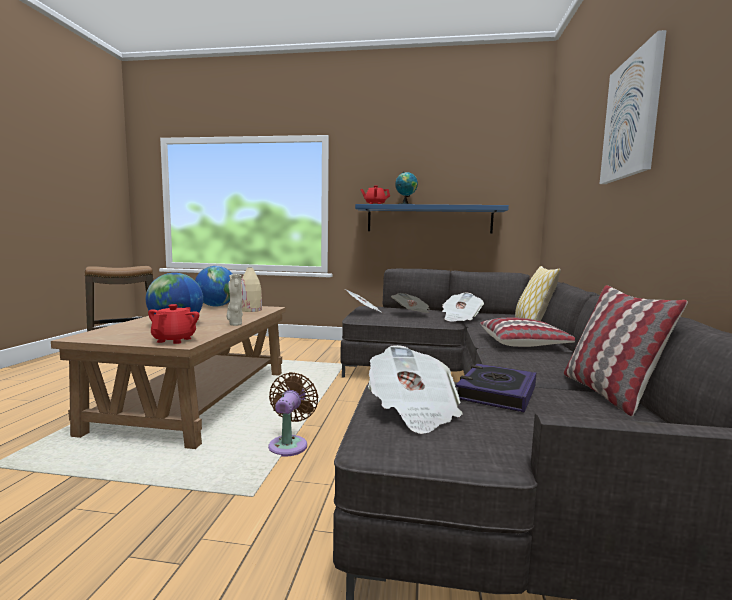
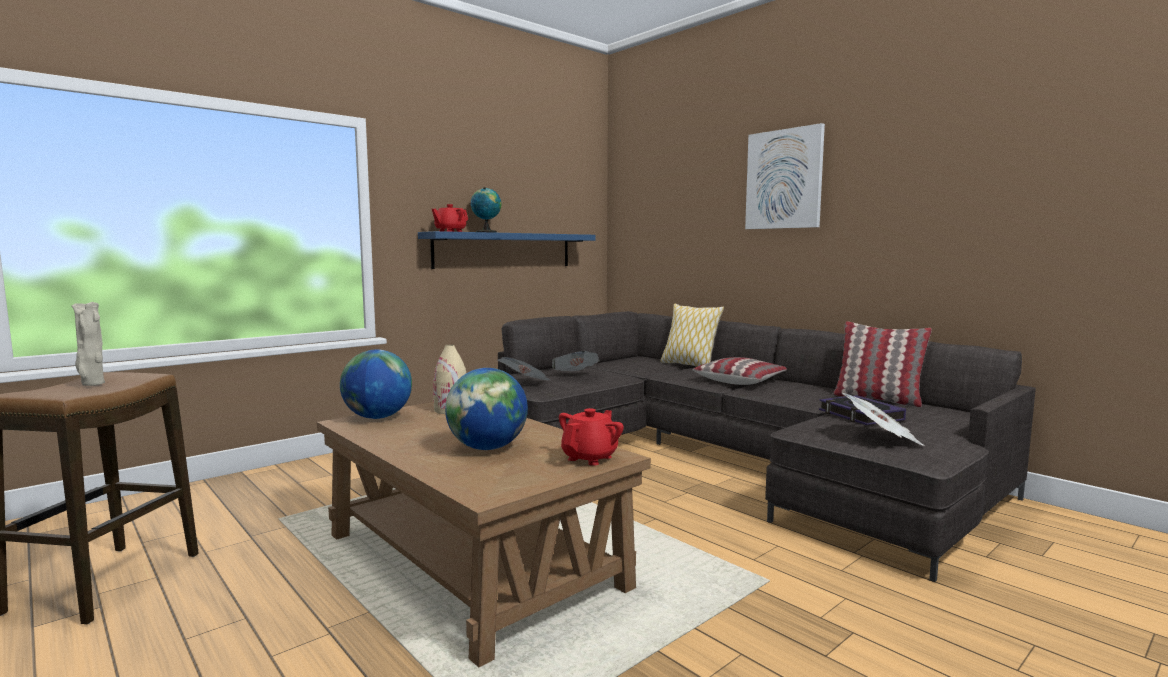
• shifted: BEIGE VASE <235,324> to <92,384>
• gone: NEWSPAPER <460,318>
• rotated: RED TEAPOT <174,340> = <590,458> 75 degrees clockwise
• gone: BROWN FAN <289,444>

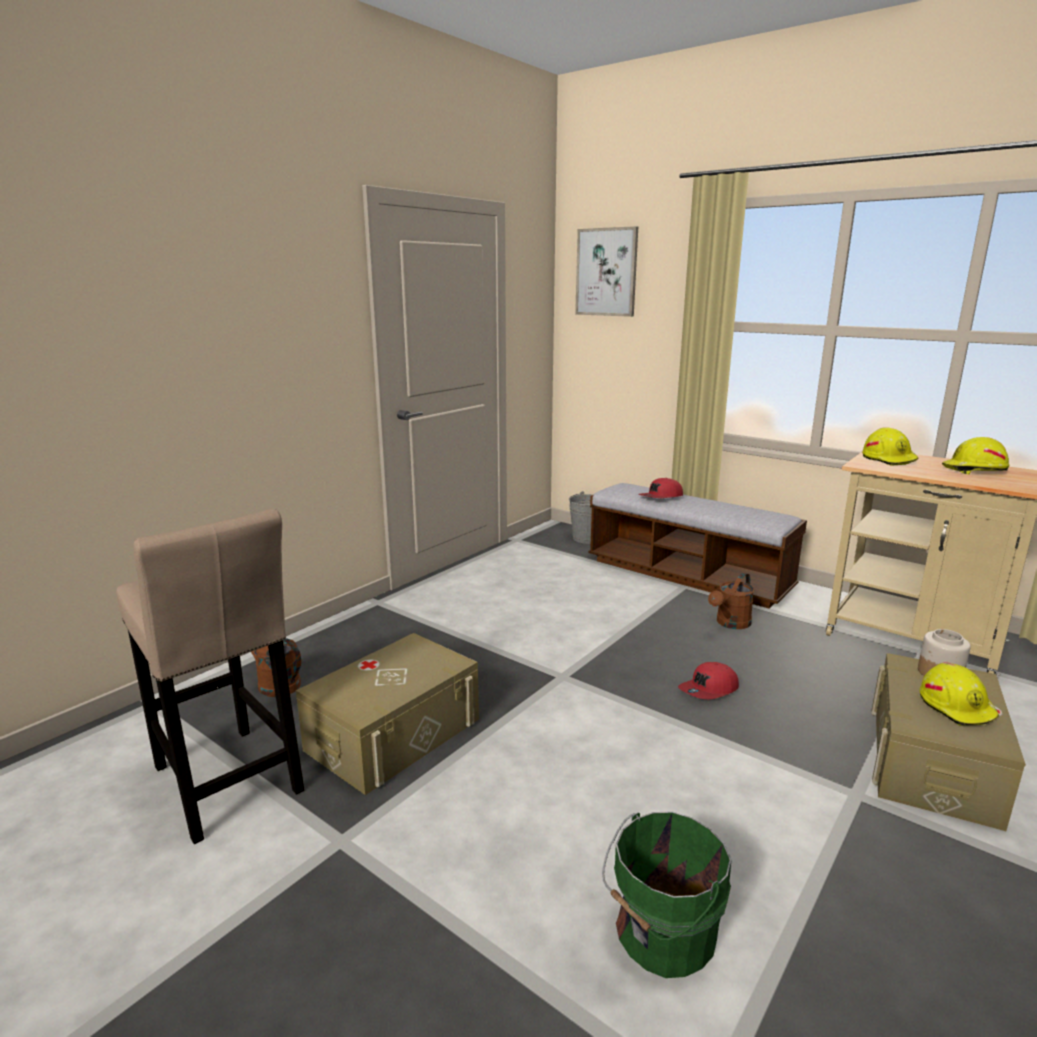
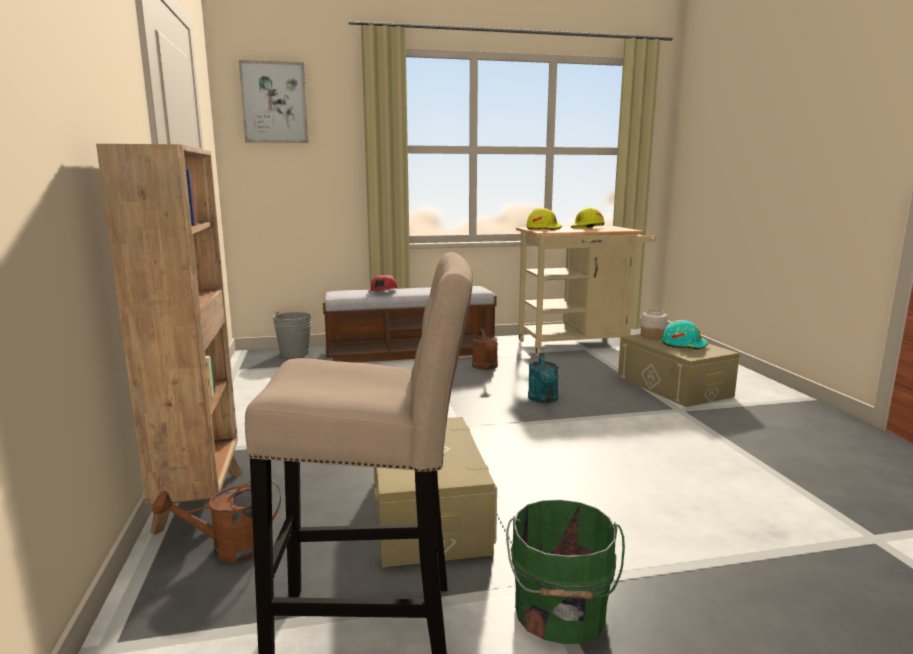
• swapped: RED CAP <709,690> to TURQUOISE WATERING CAN <543,399>
• repainted: YELLOW HARD HAT <956,706> to TURQUOISE HARD HAT <684,344>
• shifted: GREEN BUCKET <661,934> to <559,614>
• new: BROWN BOOKCASE <201,499>

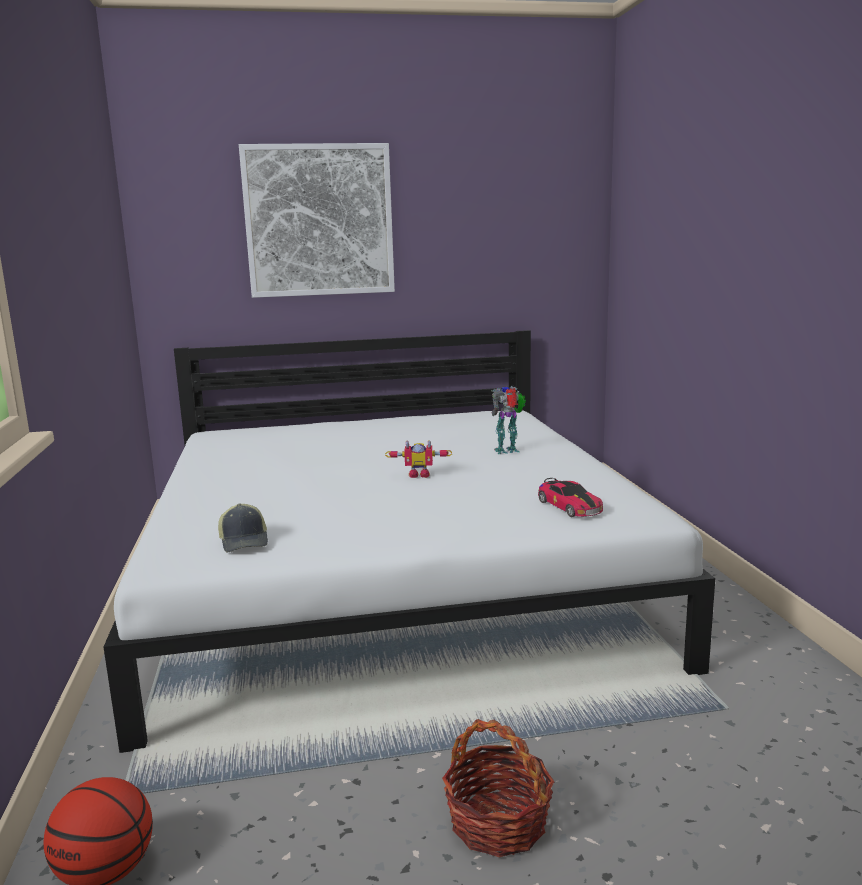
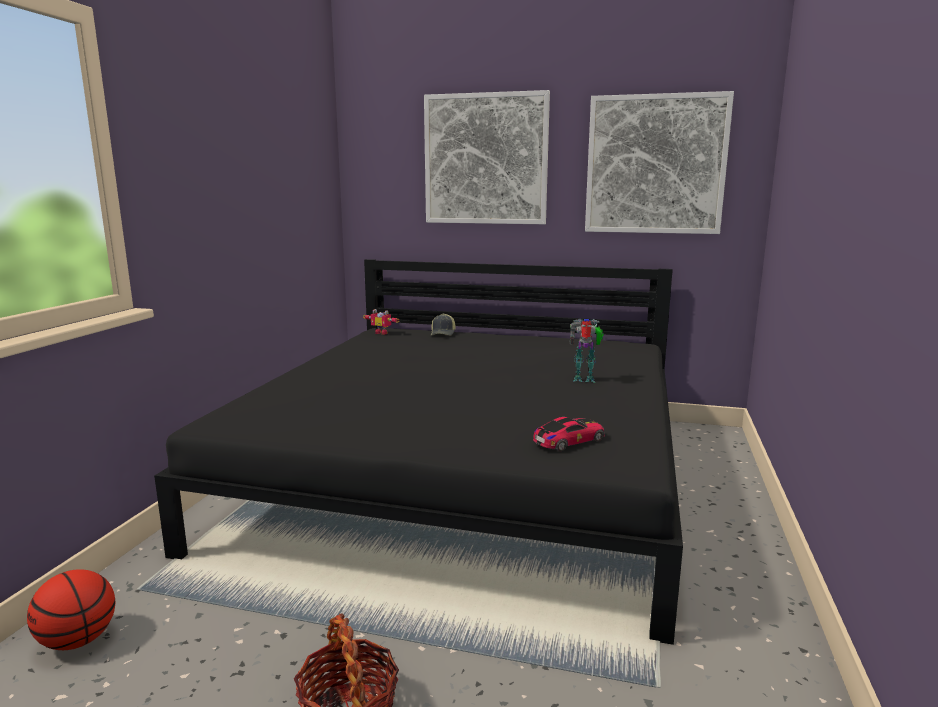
• repainted: WHITE BED <391,578> to BLACK BED <468,475>
• shifted: TOY ROBOT <419,474> to <382,332>
• rotated: TOY CAR <569,506> = <569,440> 120 degrees counterclockwise
• shifted: CAP <245,541> to <443,333>
• new: PICTURE <655,165>

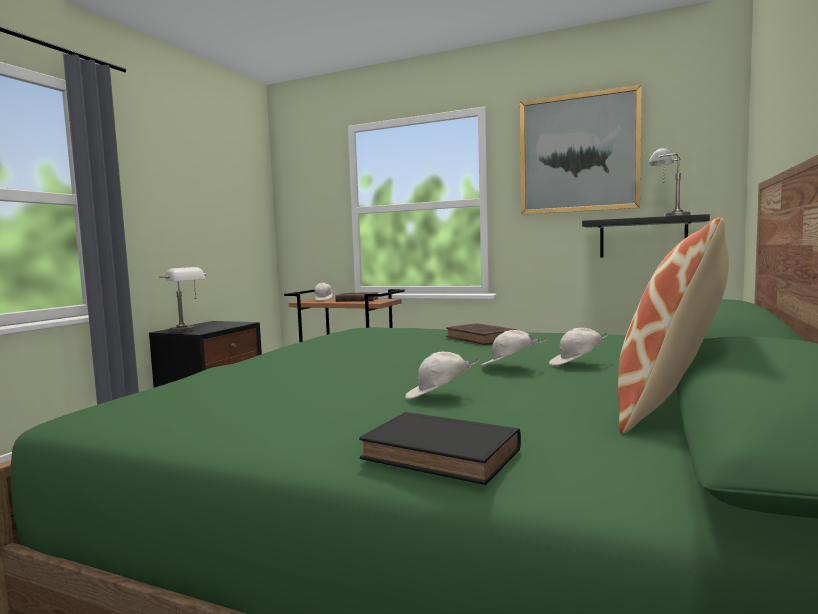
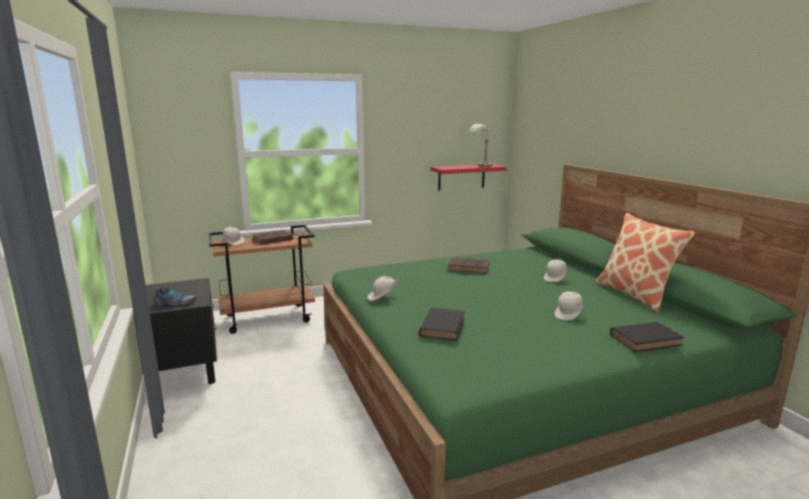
• gone: PICTURE <578,153>
• repainted: BLACK SHELF <642,237> to RED SHELF <461,177>
• swapped: GREY TABLE LAMP <187,331> to SHOE <175,304>
• shifted: WHITE CAP <509,366> to <382,297>
• new: BLACK BOOK <443,326>

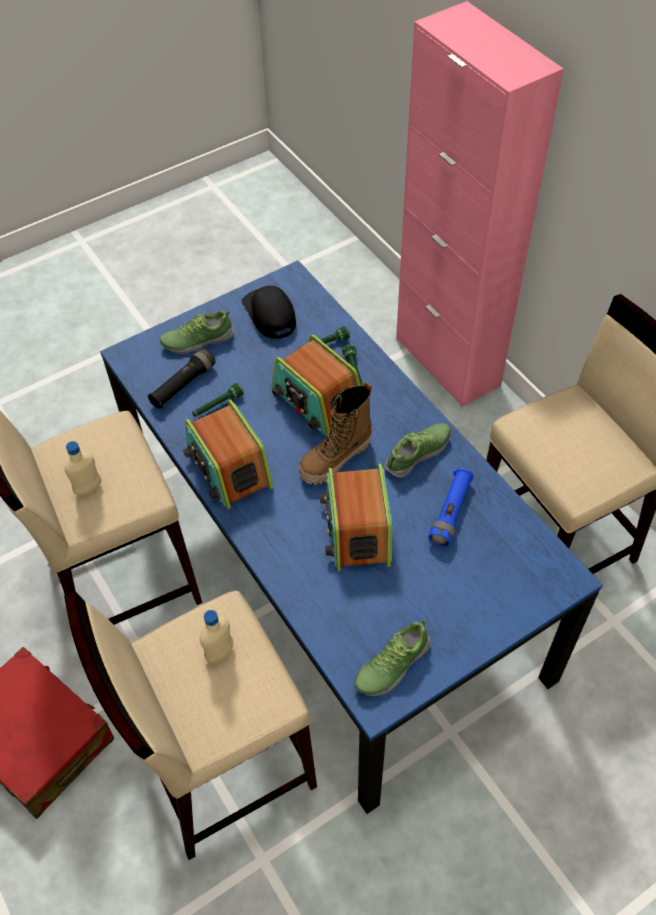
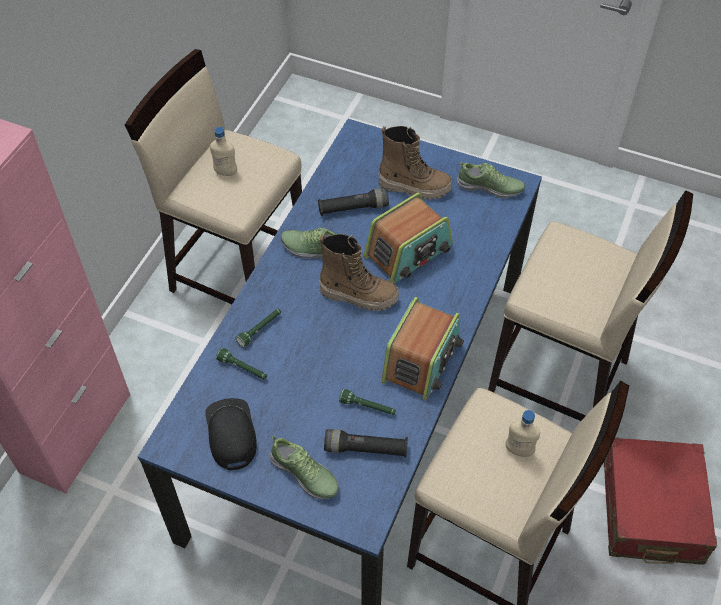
• rotated: BLACK CAP <270,314> = <231,434> 135 degrees clockwise
• gone: RADIO <316,400>
• repainted: BLUE FLASHLIGHT <451,513> to BLACK FLASHLIGHT <353,208>
• shifted: BEIGE BOTTLE <220,653> to <226,172>
• new: BOOT <414,186>

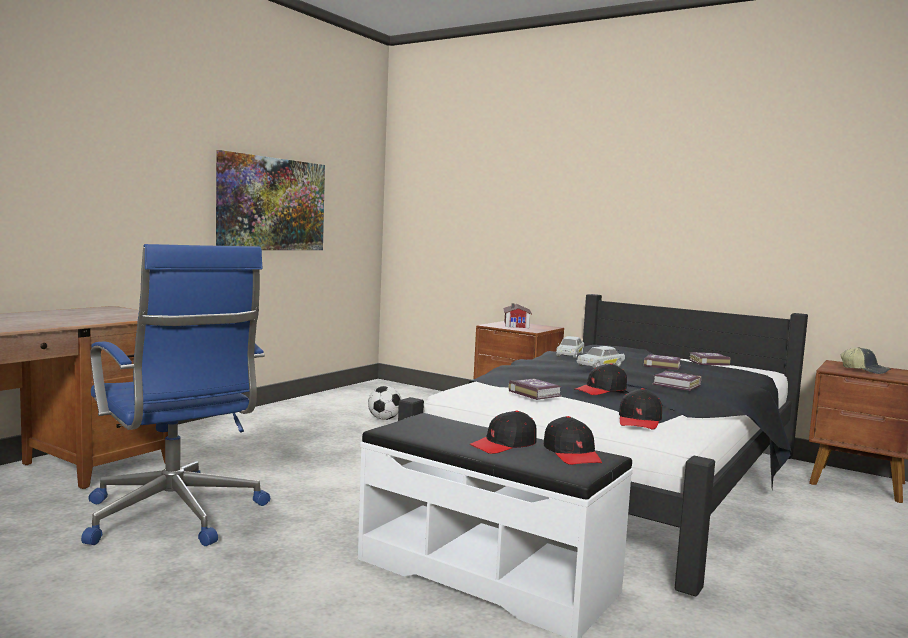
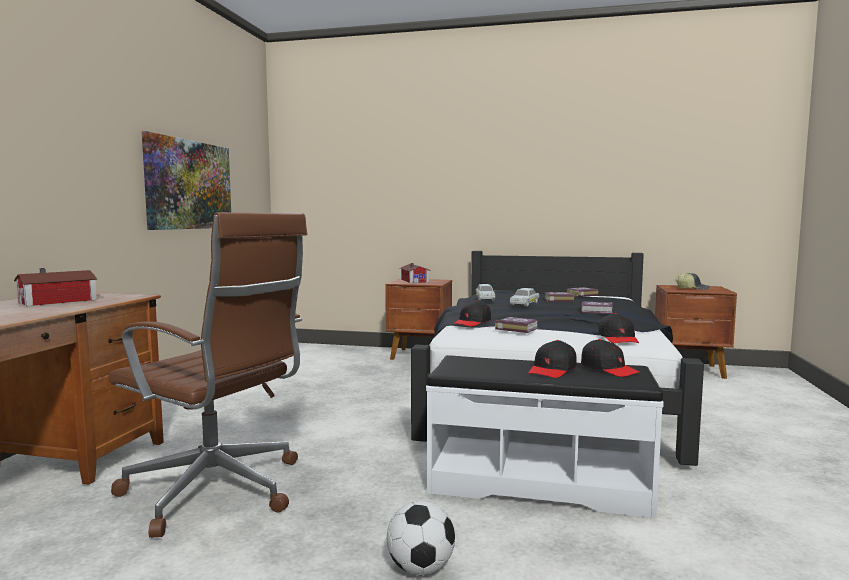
• repainted: BLUE OFFICE CHAIR <175,516> to BROWN OFFICE CHAIR <218,491>
• shifted: BLACK CAP <601,390> to <472,322>
• shifted: FOOTBALL <384,419> to <420,568>
• new: TOY HOUSE <60,301>

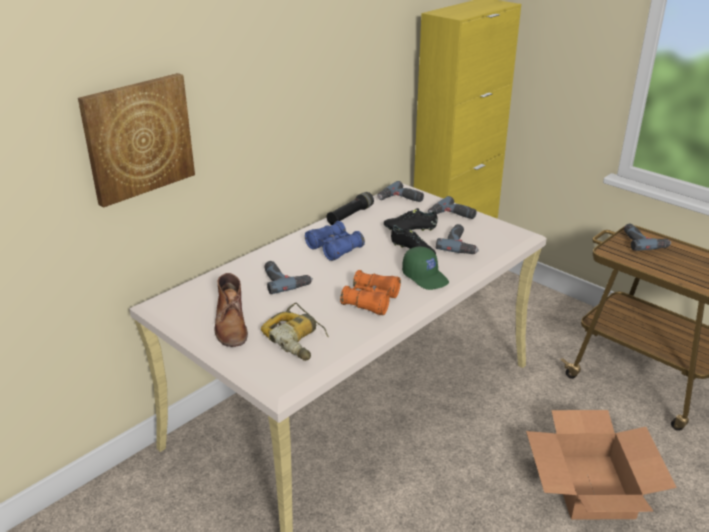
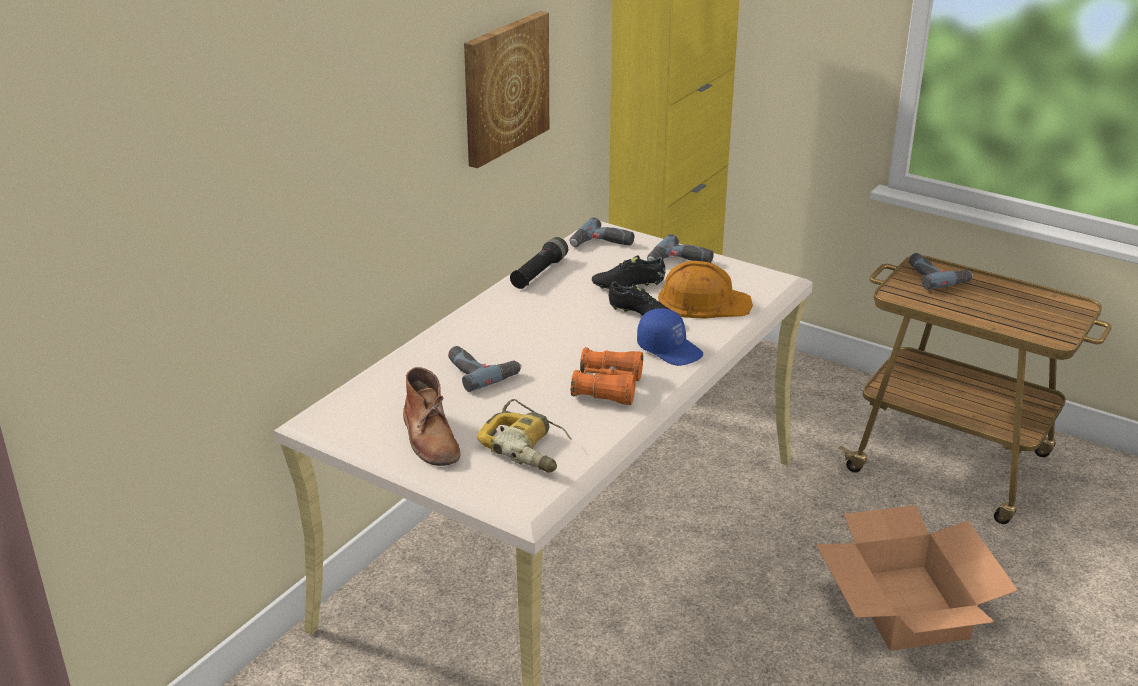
• shifted: PICTURE <138,138> to <504,87>
• gone: BLUE BINOCULARS <334,248>
• swapped: POWER DRILL <460,244> to ORANGE HARD HAT <703,301>
• repainted: GREEN CAP <425,277> to BLUE CAP <670,349>

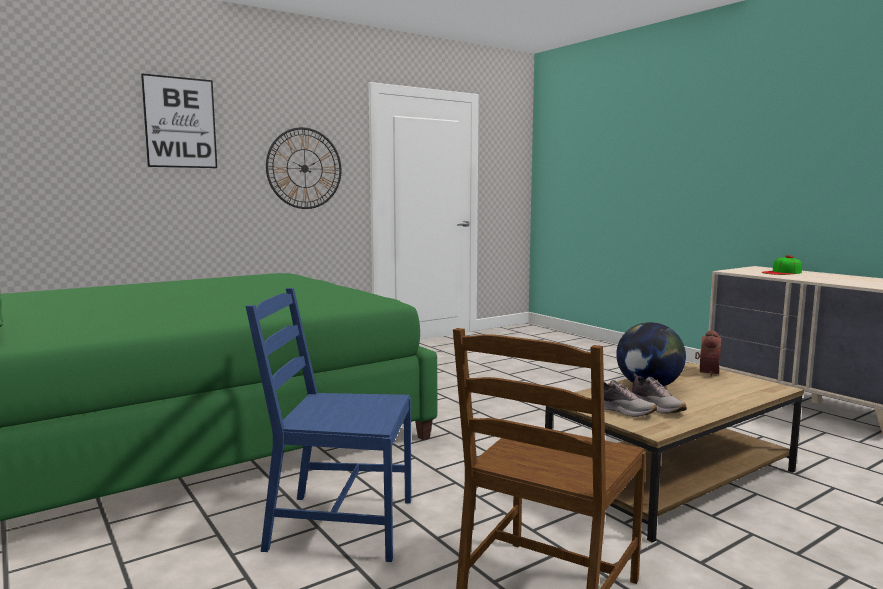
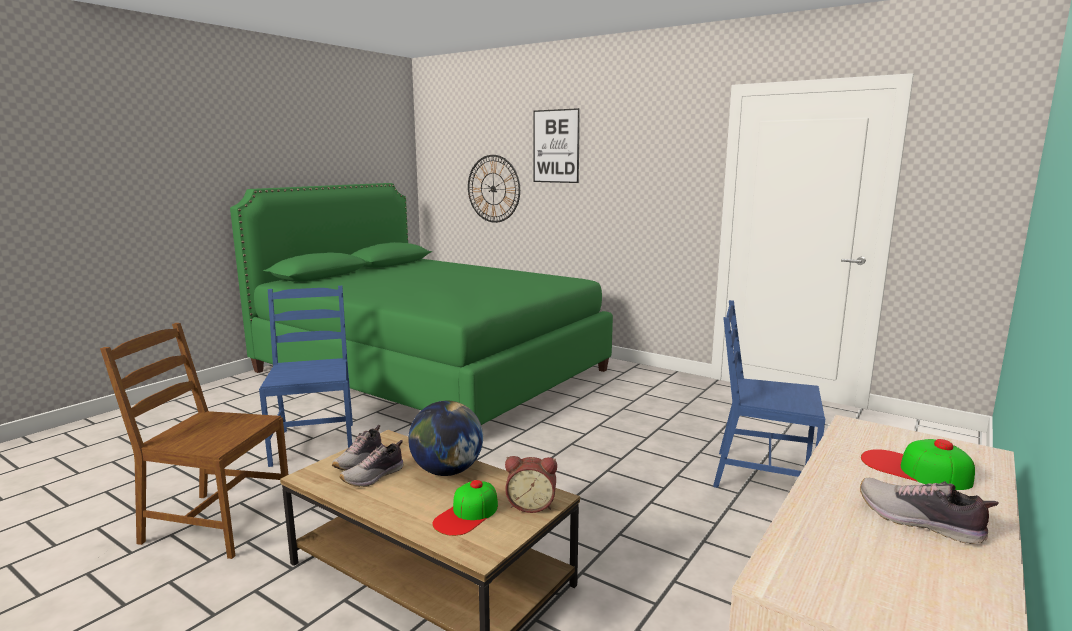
• shifted: WALL CLOCK <304,168> to <493,189>
• new: BLUE CHAIR <762,476>
• new: SHOE <919,521>
• new: CAP <467,514>

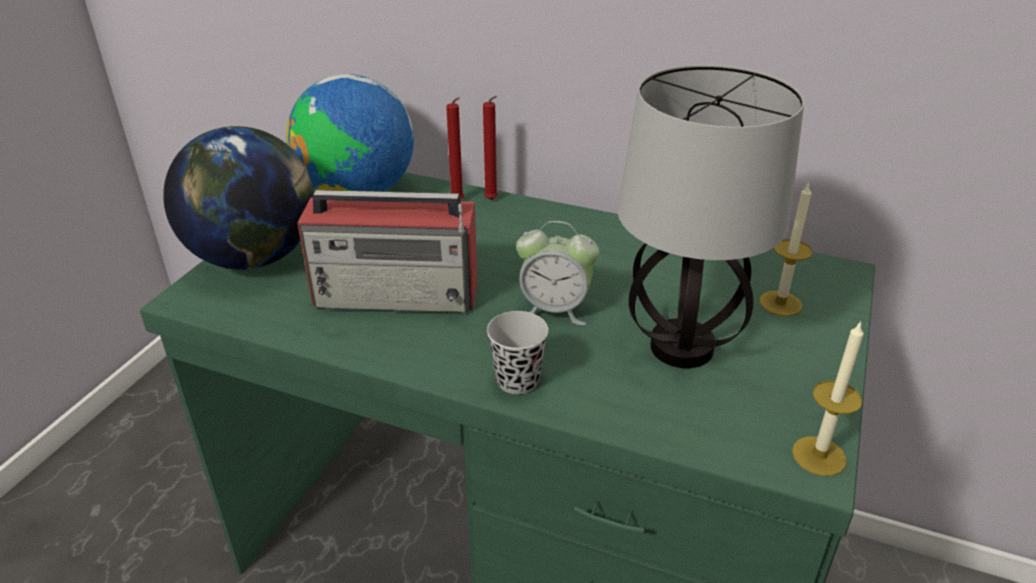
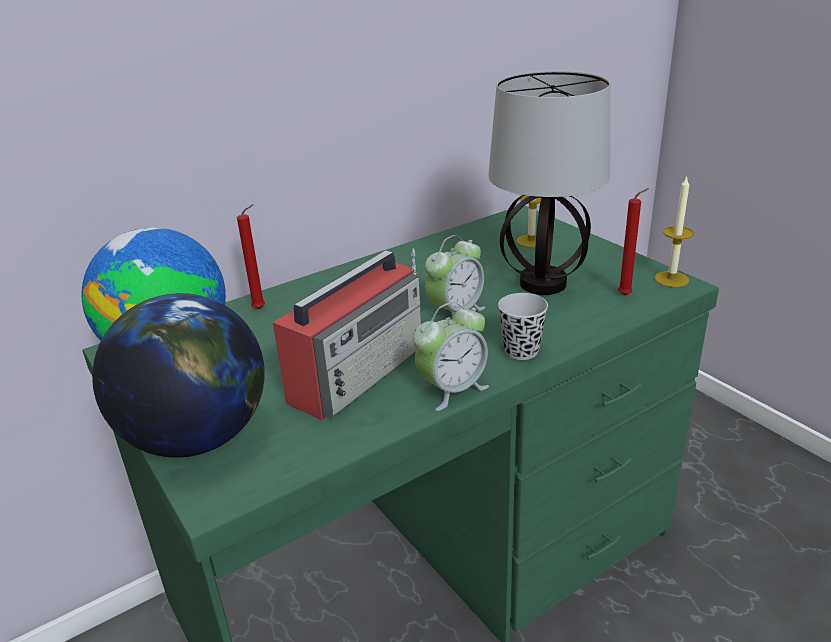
• shifted: RED CANDLE <492,200> to <626,295>
• new: ALARM CLOCK <452,390>

